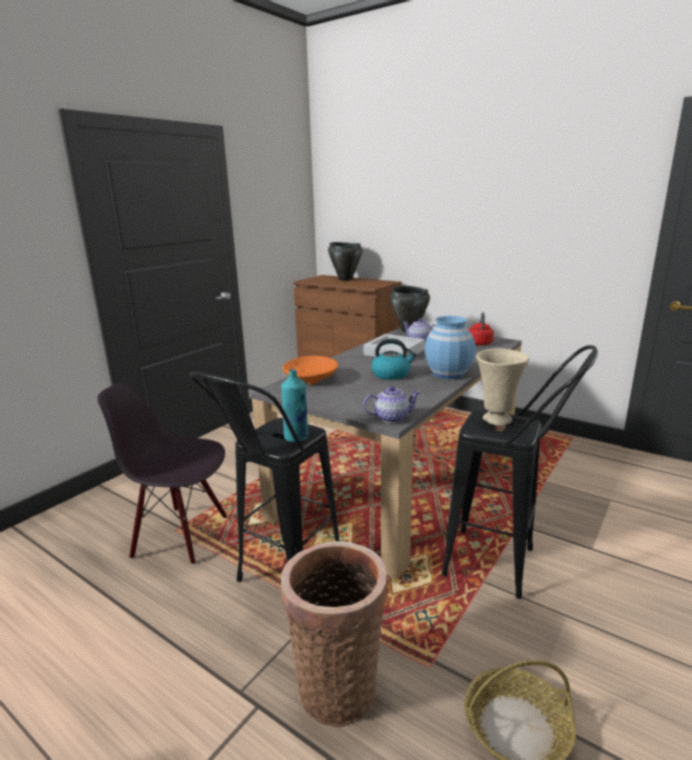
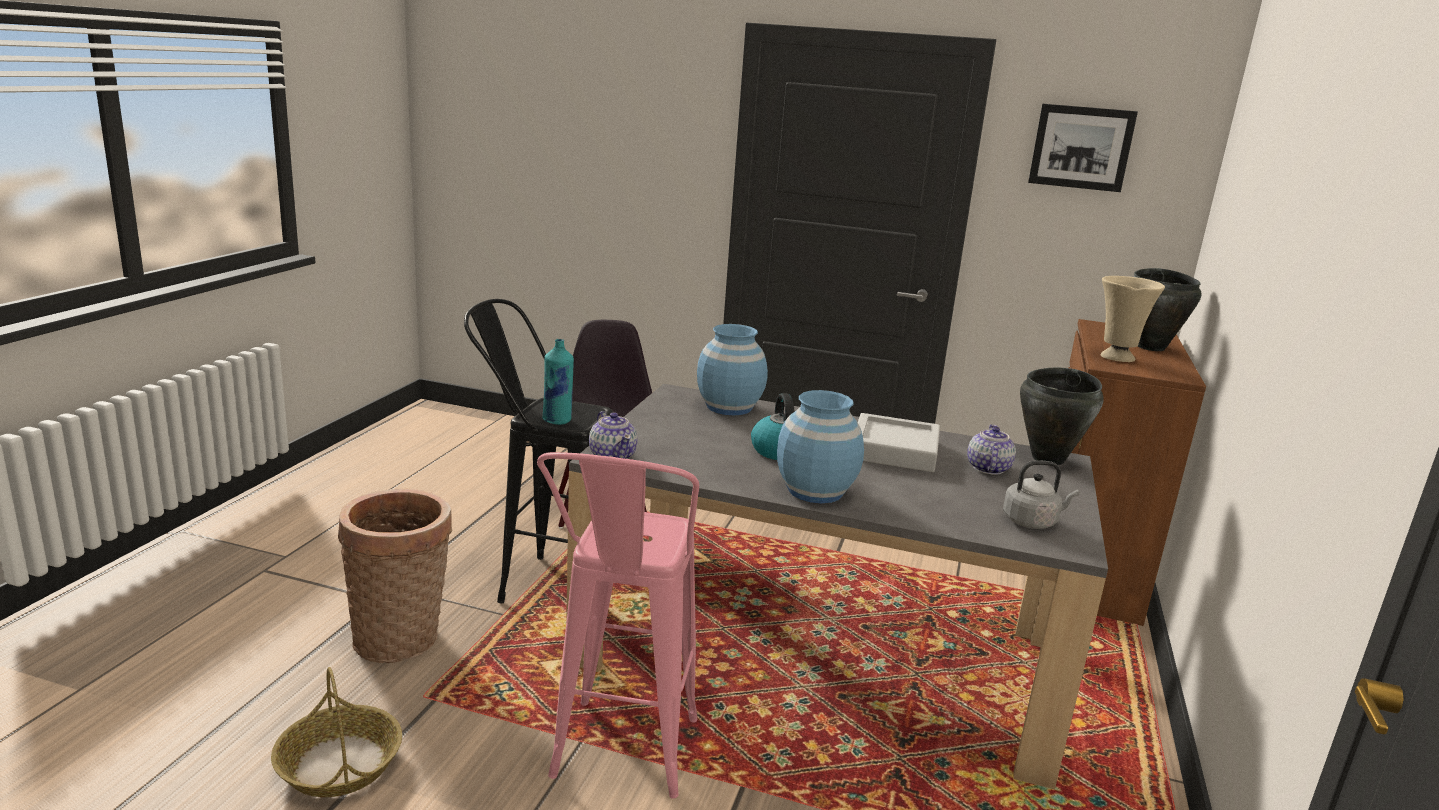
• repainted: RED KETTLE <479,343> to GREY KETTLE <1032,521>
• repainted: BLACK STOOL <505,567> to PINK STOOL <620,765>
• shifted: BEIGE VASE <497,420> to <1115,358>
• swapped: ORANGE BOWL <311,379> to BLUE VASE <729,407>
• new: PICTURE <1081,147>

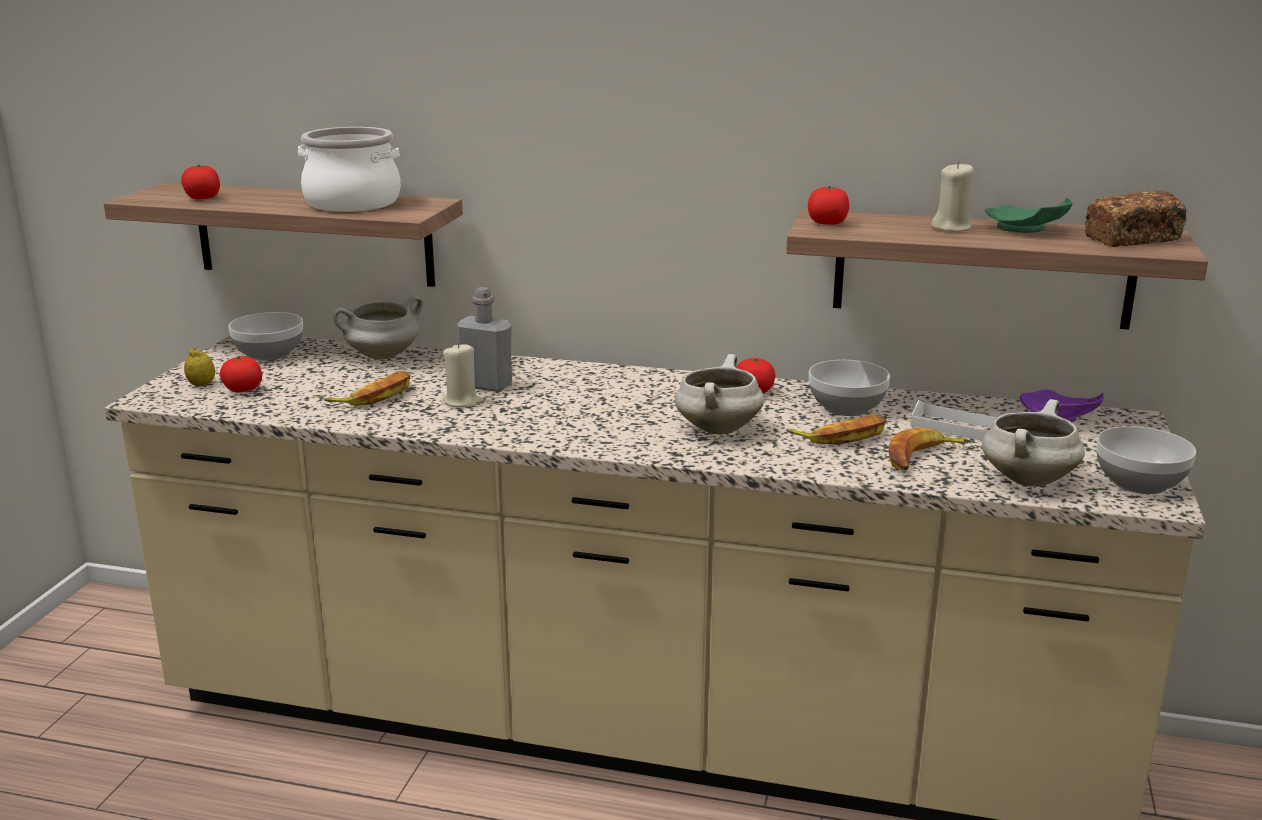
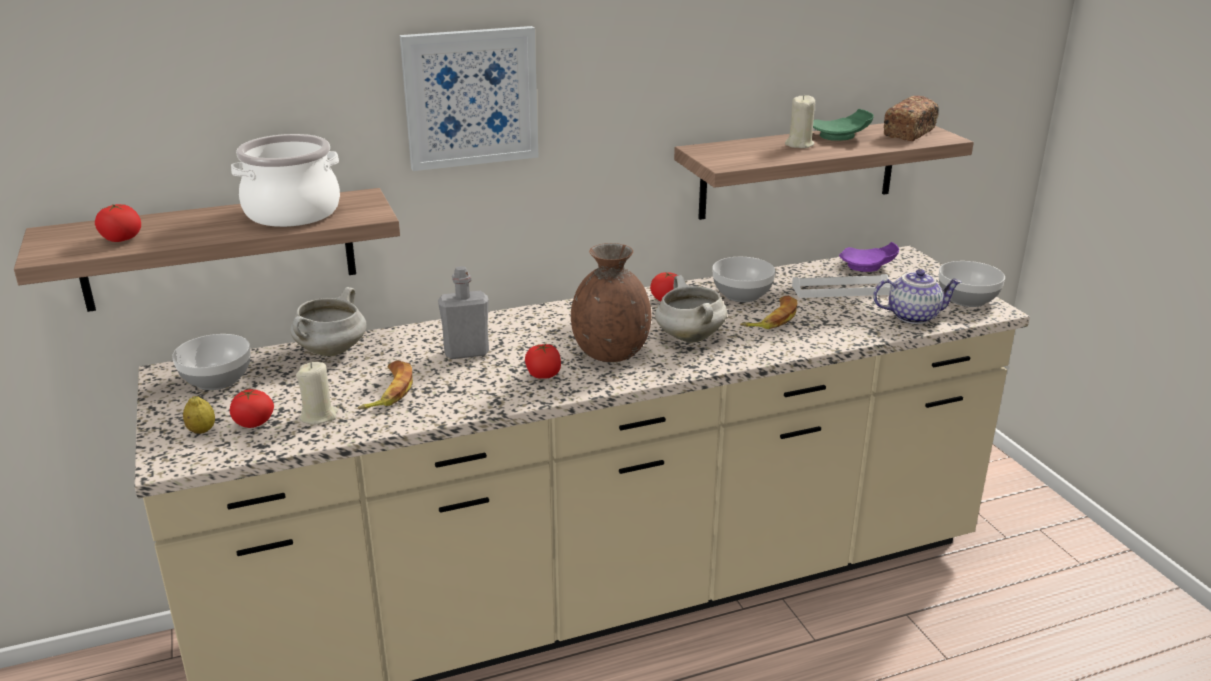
• shifted: TOMATO <827,223> to <543,375>
• shifted: BEIGE CANDLE <462,401> to <319,416>
• swapped: WHITE COOKING POT <1027,479> to TEAPOT <913,316>
• gone: BANANA <923,458>
• new: PICTURE <470,97>
• new: BROWN VASE <611,354>

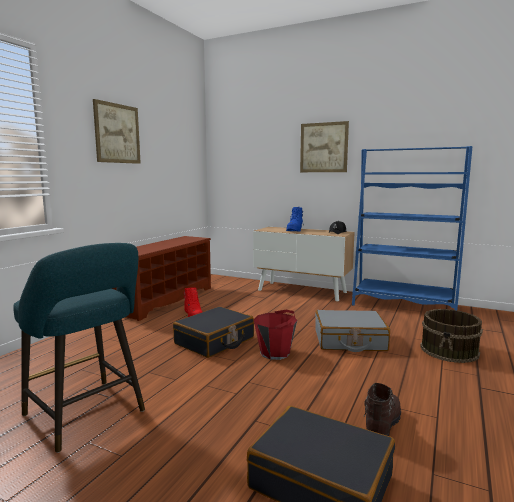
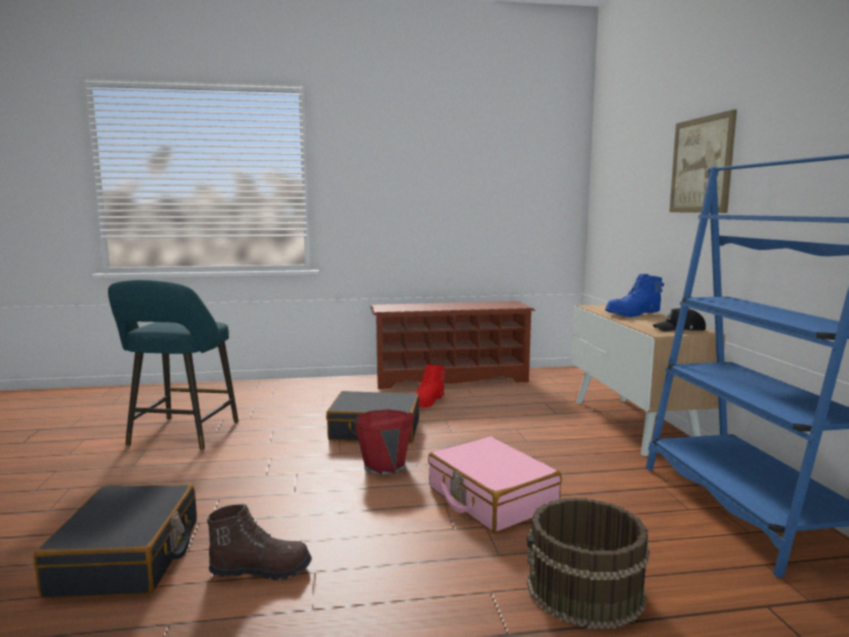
• gone: PICTURE <117,133>
• repainted: GREY SUITCASE <349,341> to PINK SUITCASE <491,498>

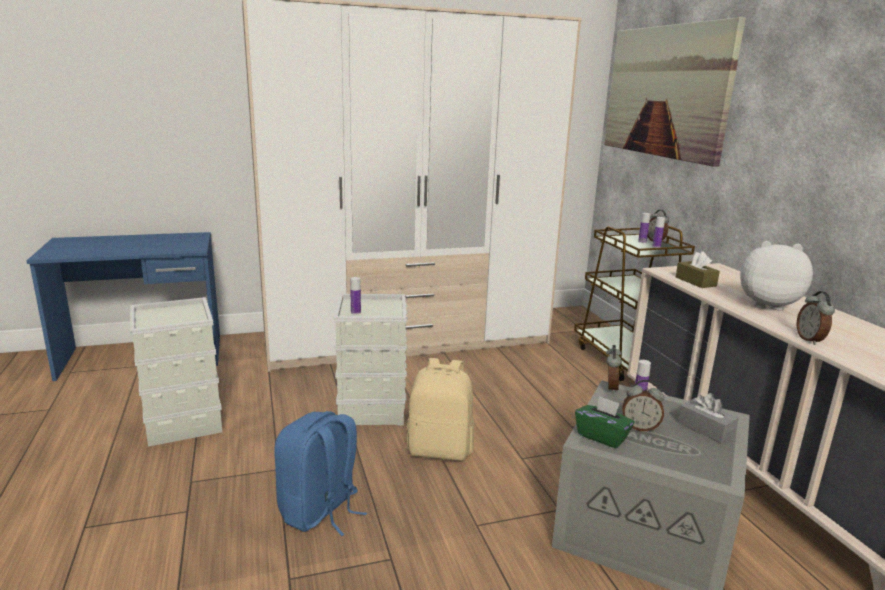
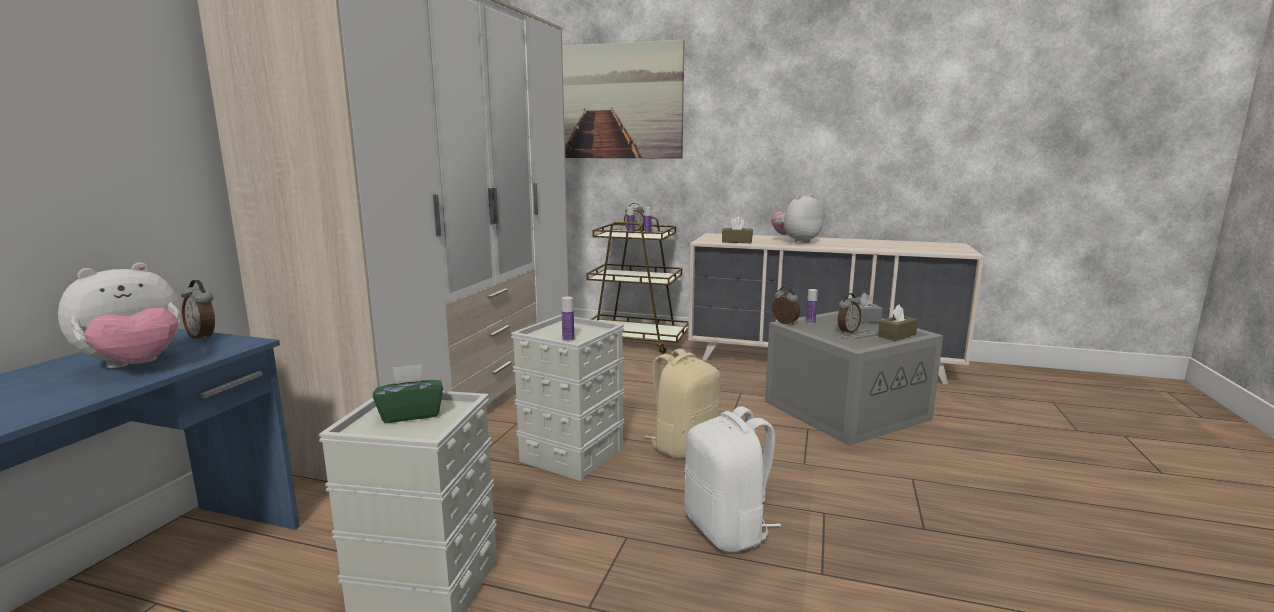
• shifted: ALARM CLOCK <810,340> to <203,337>
• shifted: GREEN TISSUE BOX <602,436> to <411,414>
• repainted: BLUE BACKPACK <320,511> to WHITE BACKPACK <728,530>
• new: PLUSH TOY <135,366>
• new: BROWN TISSUE BOX <897,335>

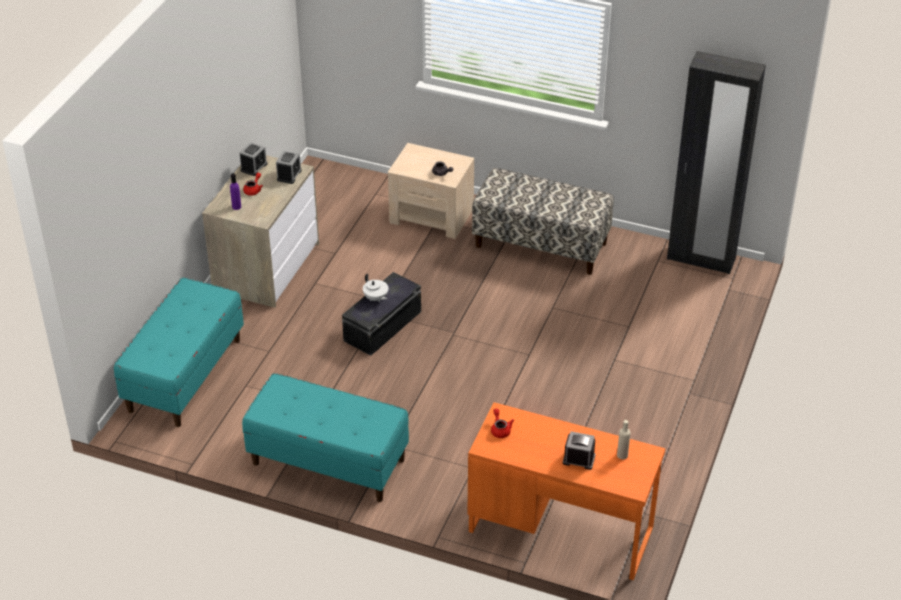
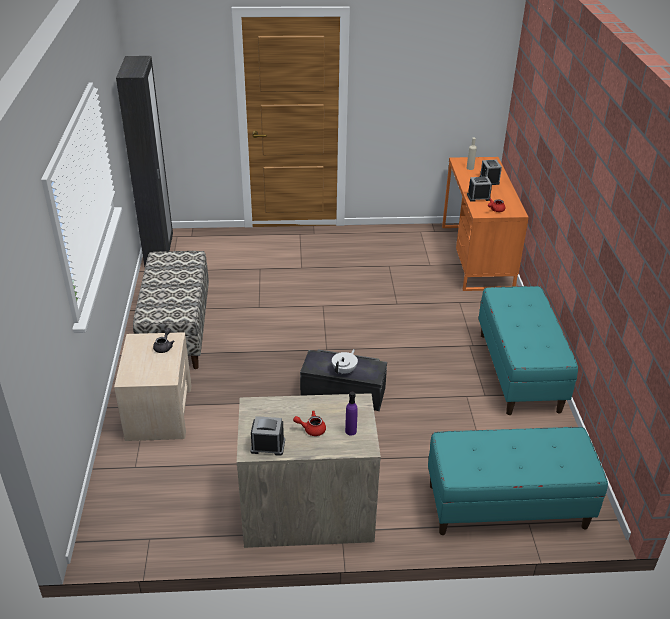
• shifted: ALARM CLOCK <289,175> to <478,197>

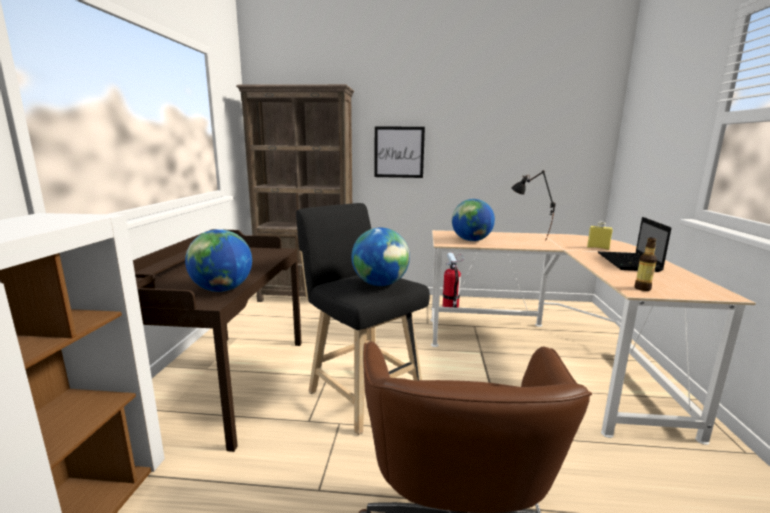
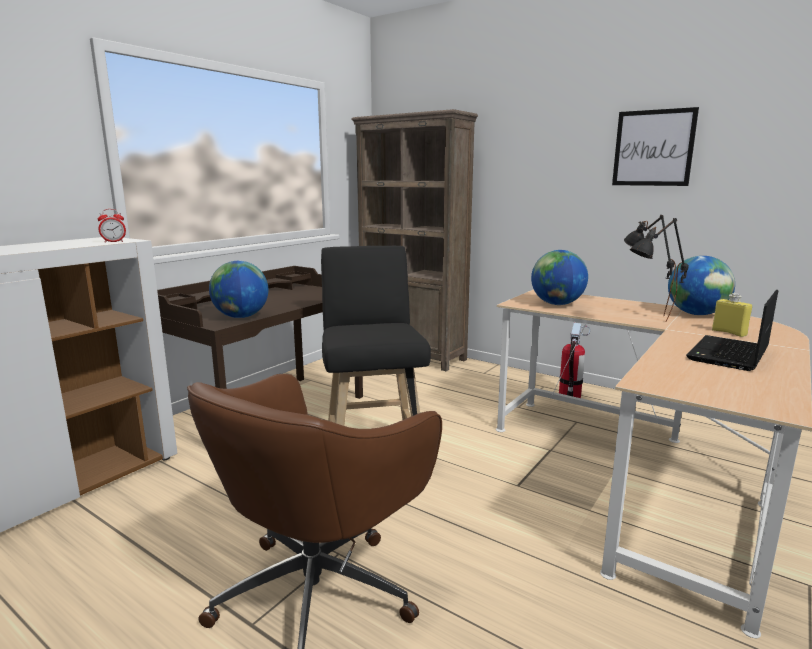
• shifted: PICTURE <399,152> to <653,148>
• shifted: GLOBE <380,284> to <696,314>
• gone: BOTTLE <642,288>
• new: ALARM CLOCK <114,242>
• new: BLACK TABLE LAMP <652,325>

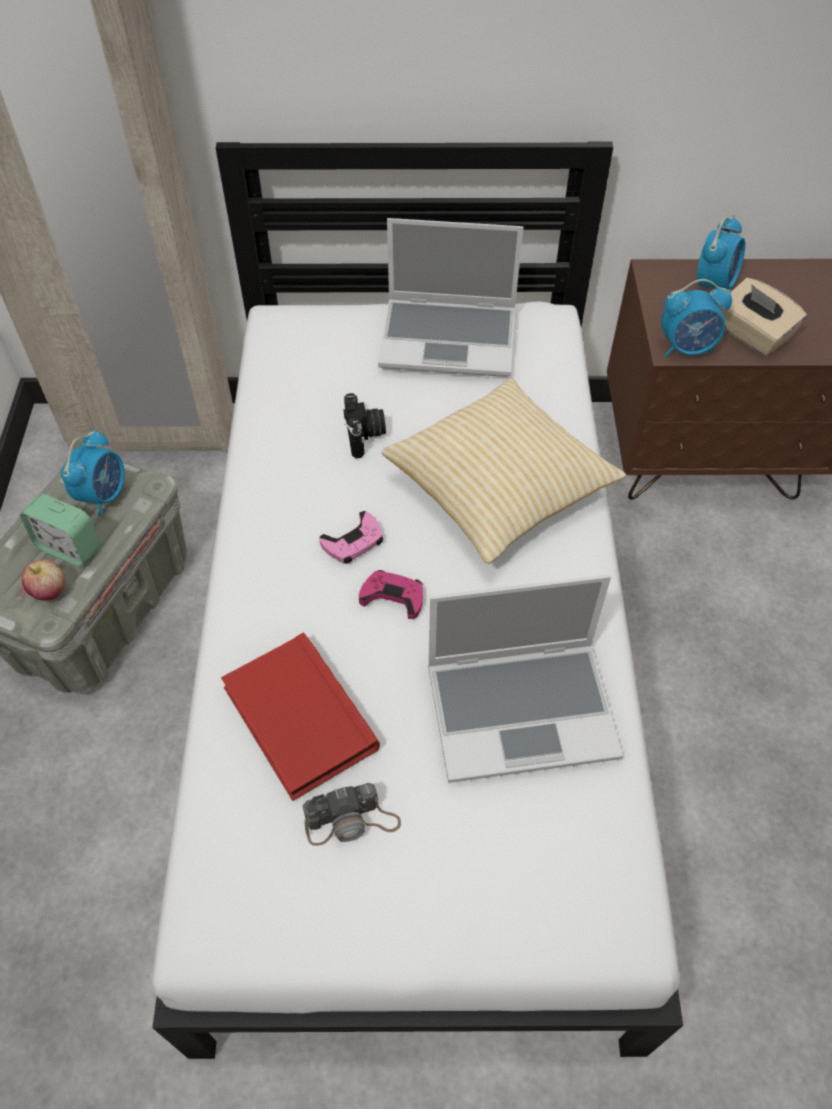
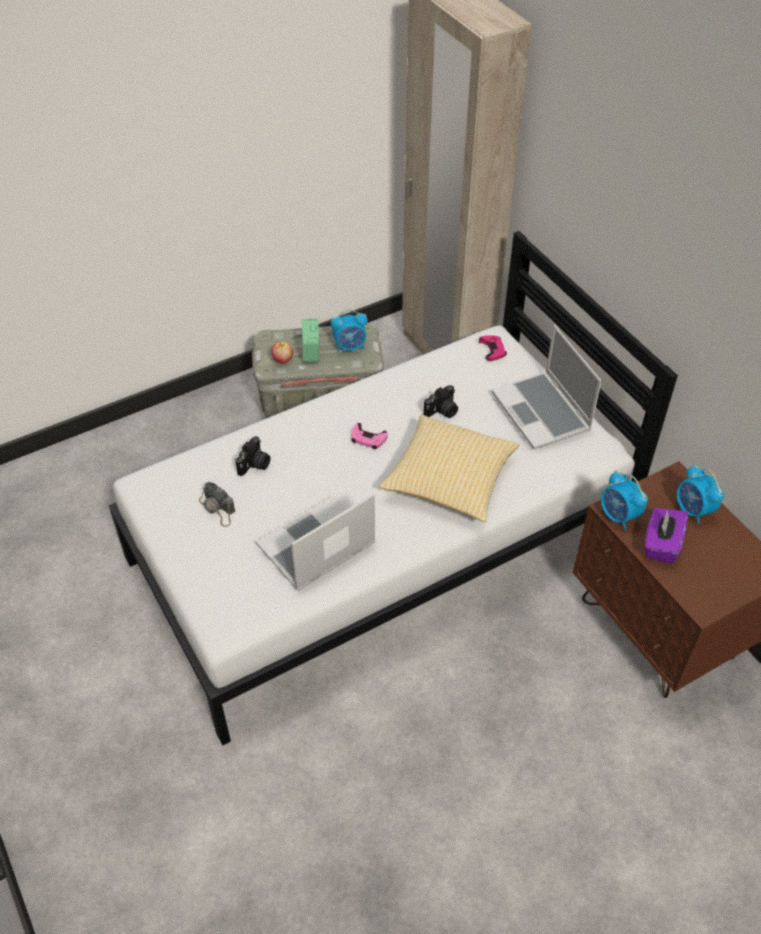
• rotated: ALARM CLOCK <713,285> = <693,510> 60 degrees clockwise
• repainted: BEIGE TISSUE BOX <752,335> to PURPLE TISSUE BOX <661,544>
• shifted: PINK GAME CONTROLLER <393,596> to <492,350>
• rotated: LAPTOP <523,709> = <316,547> 90 degrees clockwise
• swapped: RED BOOK <296,719> to PHOTO CAMERA <255,465>

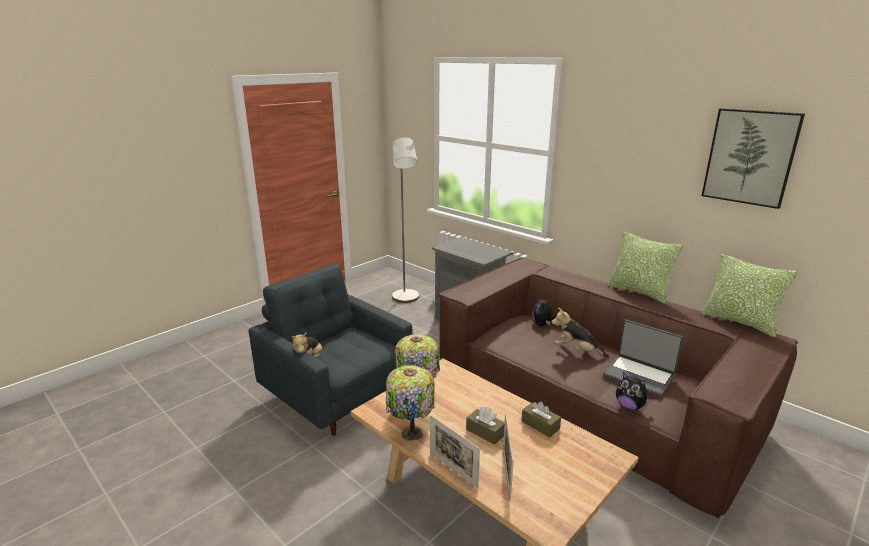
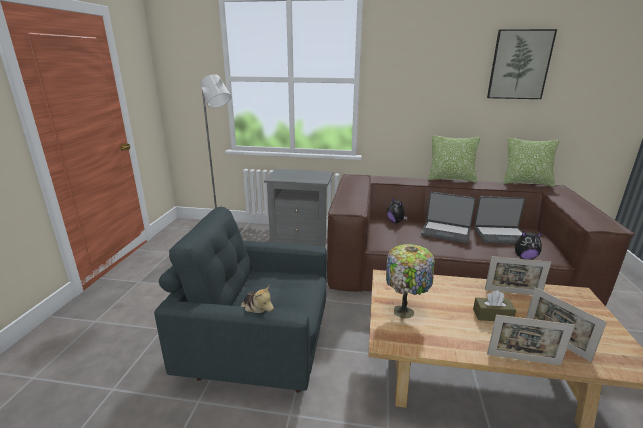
• swapped: PLUSH TOY <577,351> to LAPTOP <446,232>
• gone: TABLE LAMP <410,434>
• swapped: BROWN TISSUE BOX <540,425> to PICTURE FRAME <512,292>

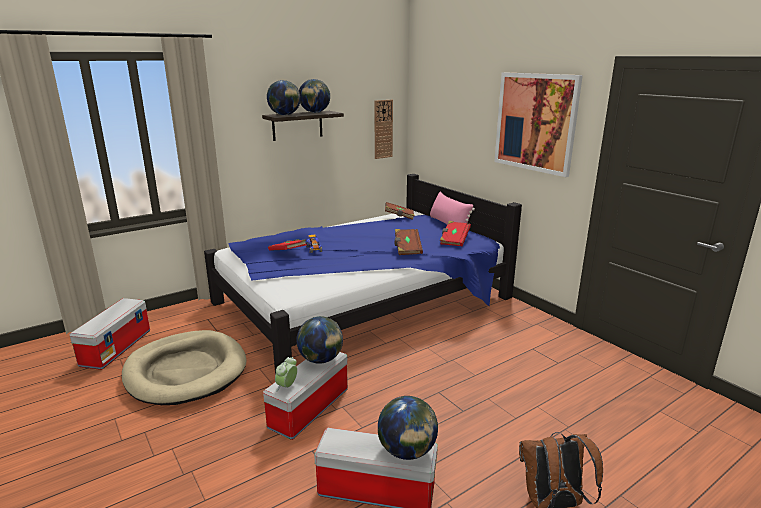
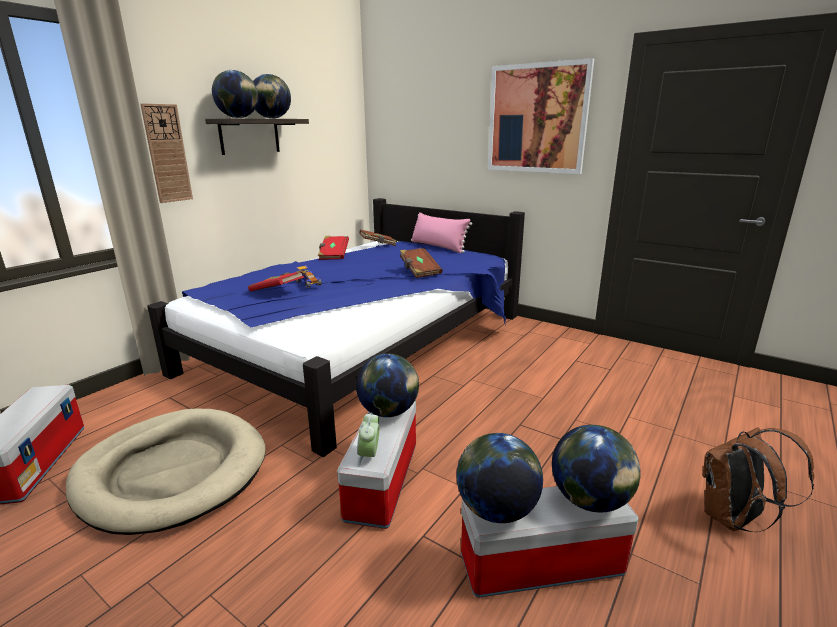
• shifted: WALL CLOCK <383,129> to <167,154>
• shifted: RED BOOK <454,240> to <333,255>
• new: GLOBE <496,510>

